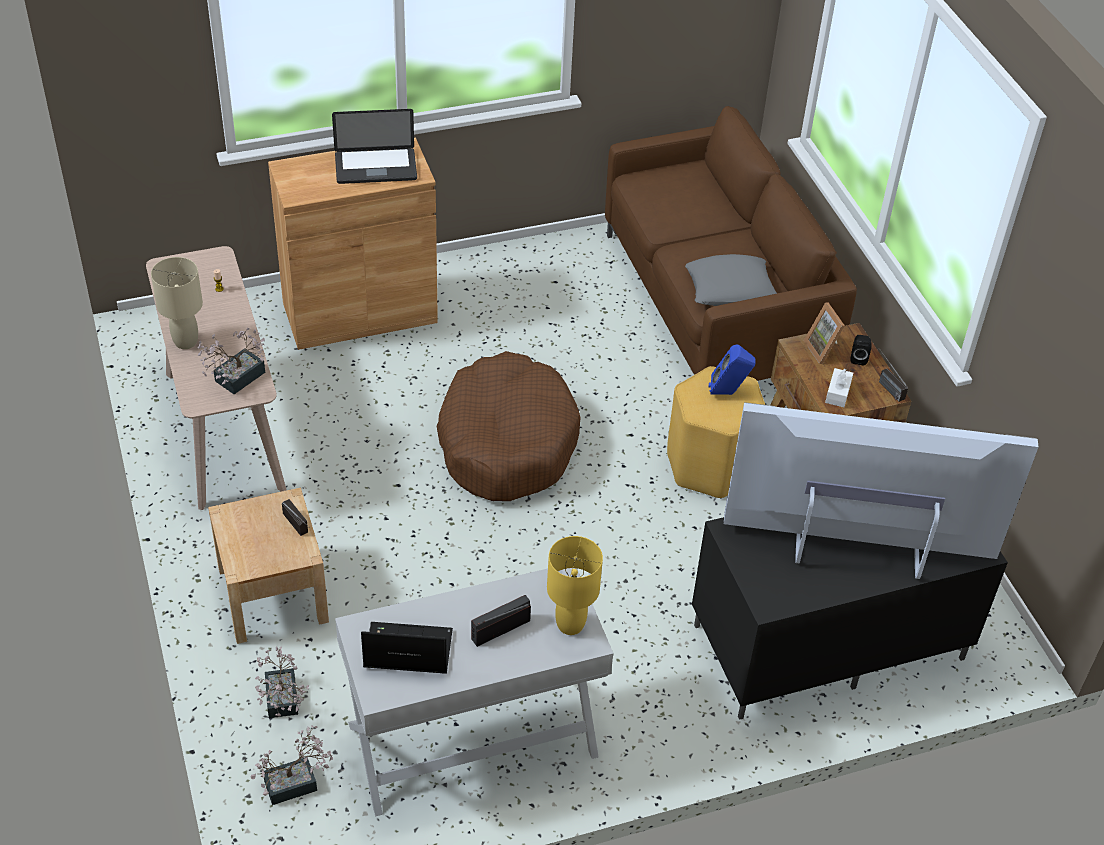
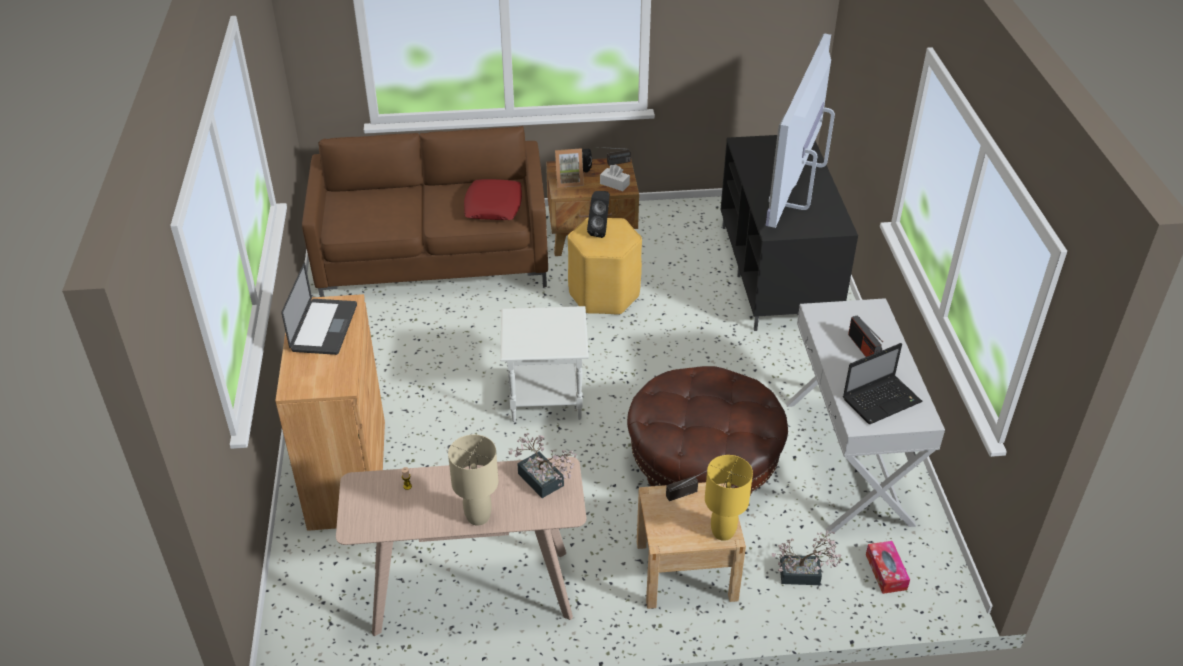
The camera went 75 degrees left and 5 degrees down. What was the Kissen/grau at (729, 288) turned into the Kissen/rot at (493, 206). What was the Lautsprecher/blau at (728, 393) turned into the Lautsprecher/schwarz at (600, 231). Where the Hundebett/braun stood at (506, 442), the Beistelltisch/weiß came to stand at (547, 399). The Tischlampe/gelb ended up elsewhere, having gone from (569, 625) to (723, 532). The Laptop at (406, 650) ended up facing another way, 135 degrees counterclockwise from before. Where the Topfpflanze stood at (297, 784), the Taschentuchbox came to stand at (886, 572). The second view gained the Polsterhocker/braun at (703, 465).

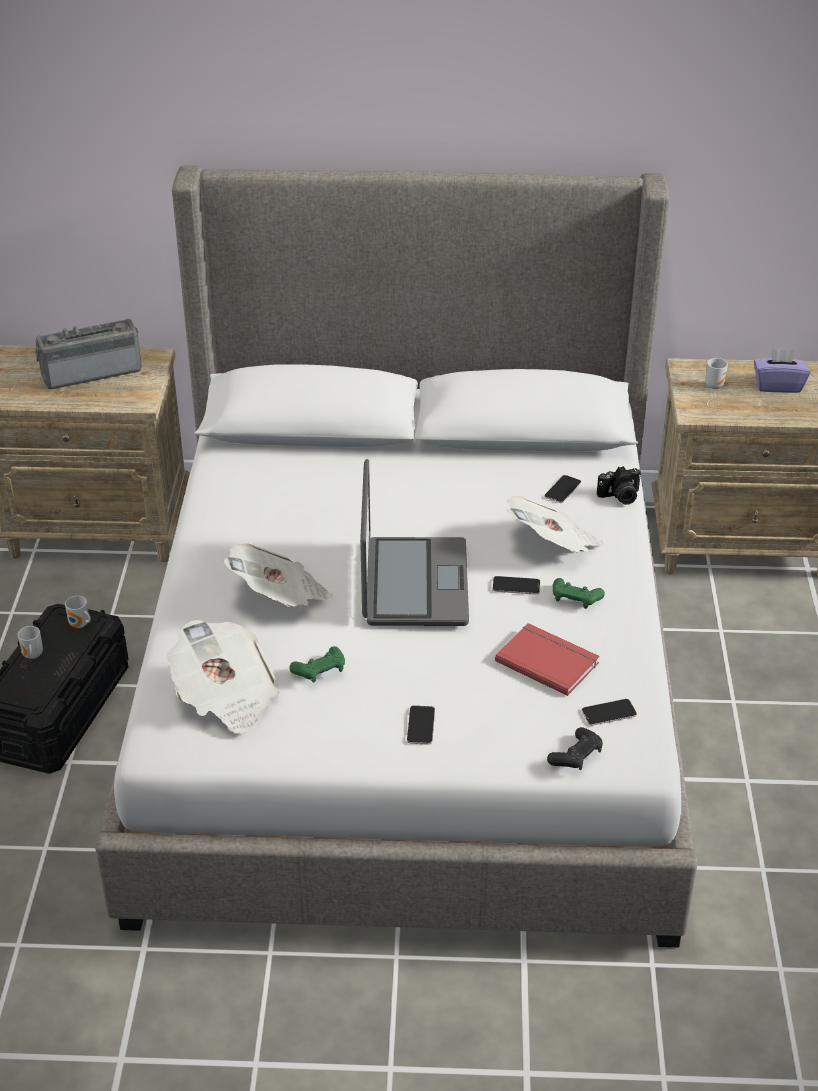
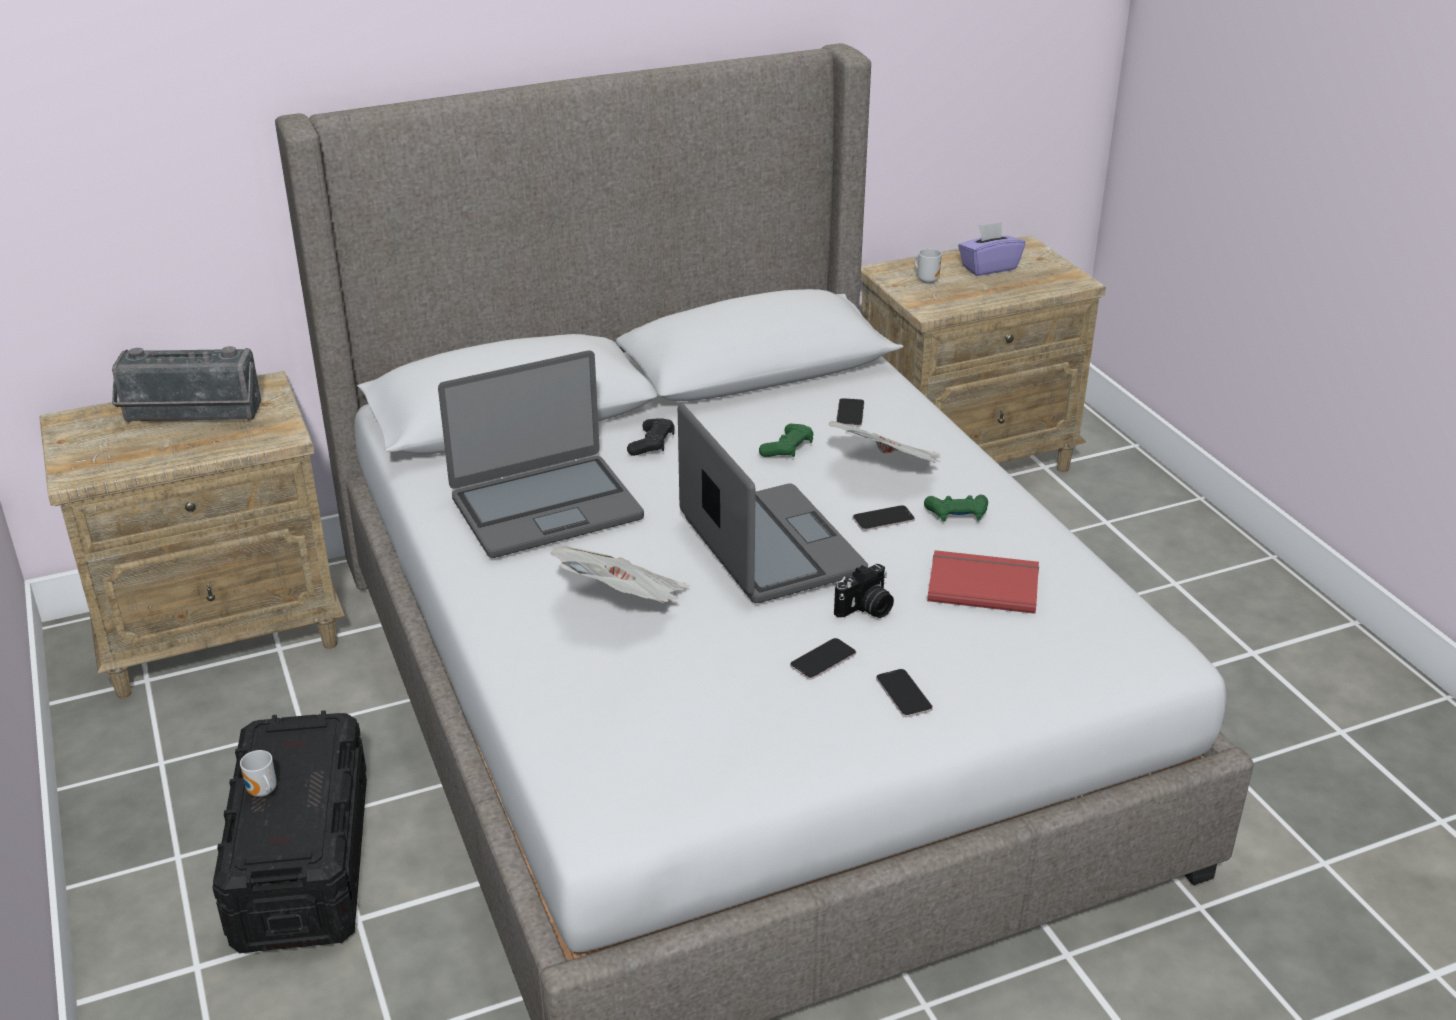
The camera went 25 degrees left and 5 degrees down. The Radio at (91, 371) ended up facing another way, 135 degrees counterclockwise from before. The Kamera ended up elsewhere, having gone from (620, 497) to (866, 609). The second view lost the Henkelbecher at (80, 625). The second view lost the Zeitung at (226, 697). The Gamepad/grün ended up elsewhere, having gone from (320, 670) to (787, 449). The Handy ended up elsewhere, having gone from (609, 713) to (823, 660). The Gamepad/schwarz ended up elsewhere, having gone from (576, 756) to (652, 444). The second view gained the Laptop at (545, 507).

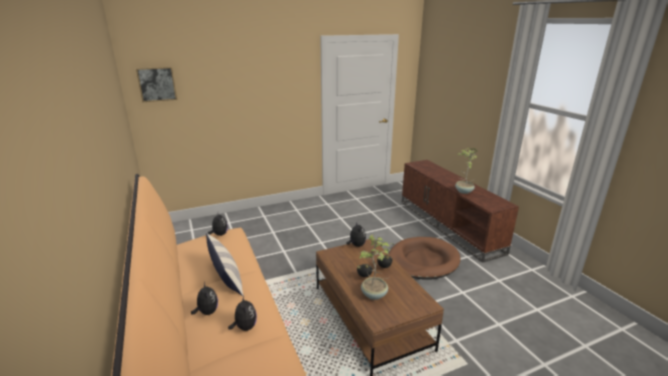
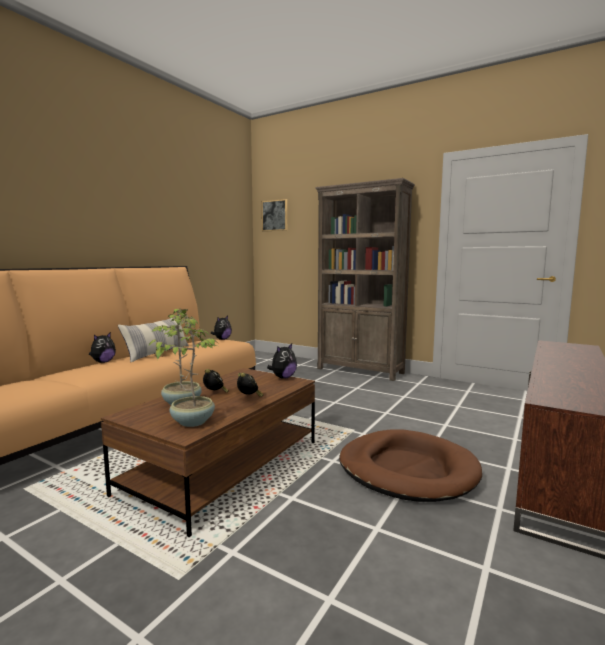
The camera went 55 degrees right and 15 degrees down. The Topfpflanze ended up elsewhere, having gone from (463, 191) to (192, 421). The second view lost the Plüschtier at (245, 327). The second view gained the Bücherregal/braun at (360, 371).

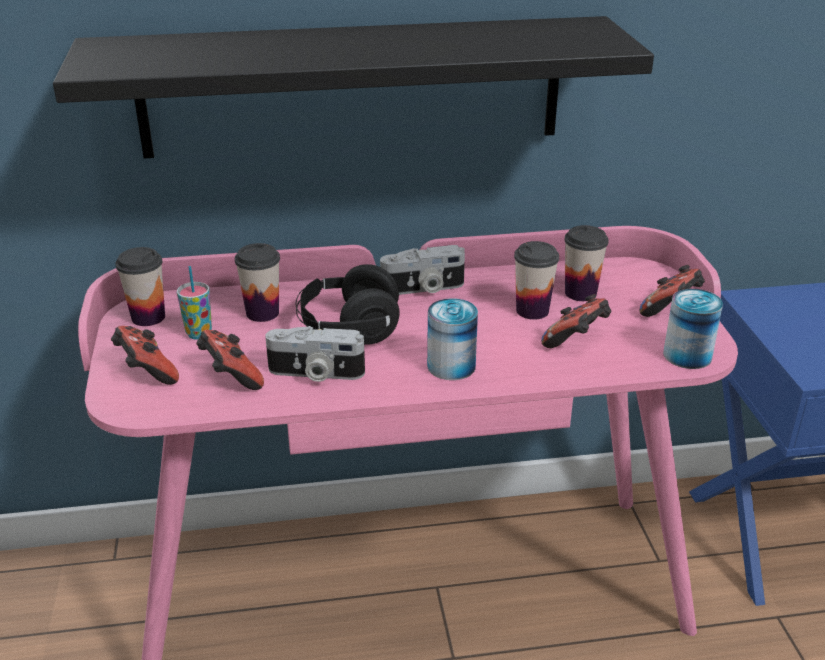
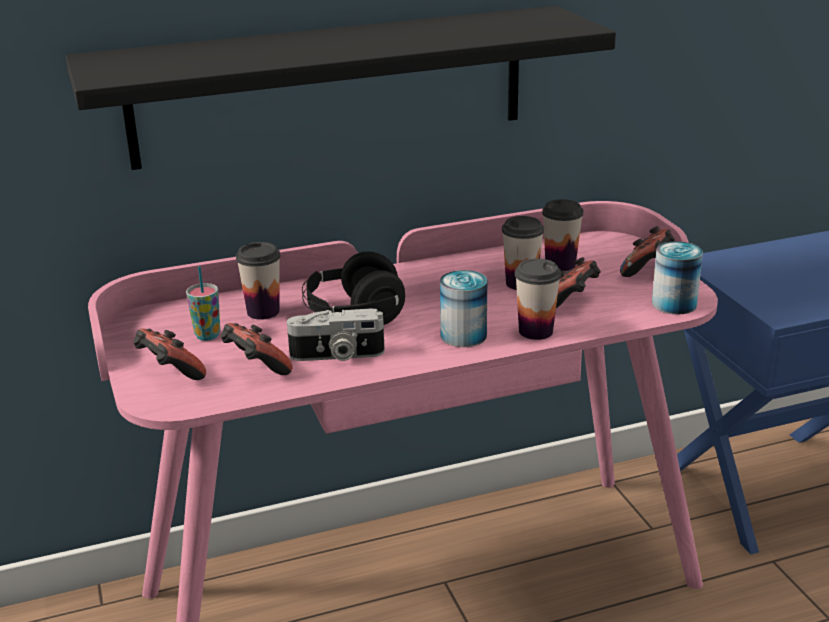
The camera went 10 degrees left and 5 degrees down. The second view lost the Kamera at (423, 289). The Tasse ended up elsewhere, having gone from (148, 317) to (535, 331).

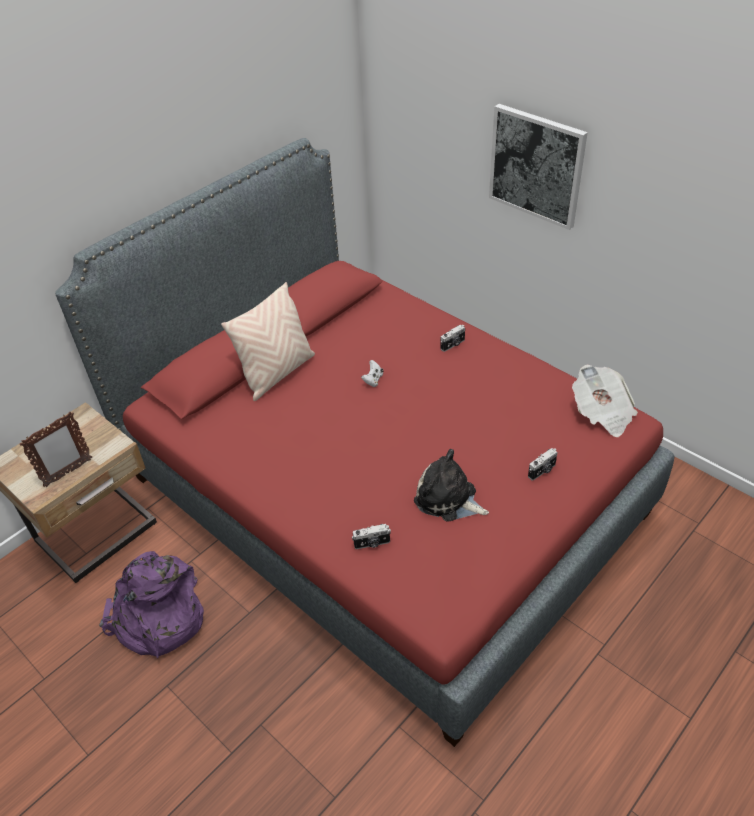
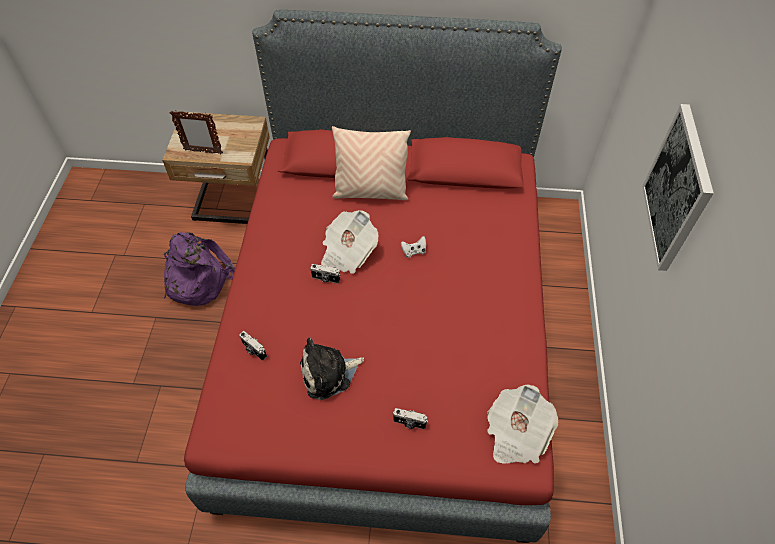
The camera went 50 degrees right and 10 degrees up. The Kamera ended up elsewhere, having gone from (453, 345) to (325, 279). The Plüschtier at (448, 499) ended up facing another way, 105 degrees counterclockwise from before. The second view gained the Zeitung at (348, 252).

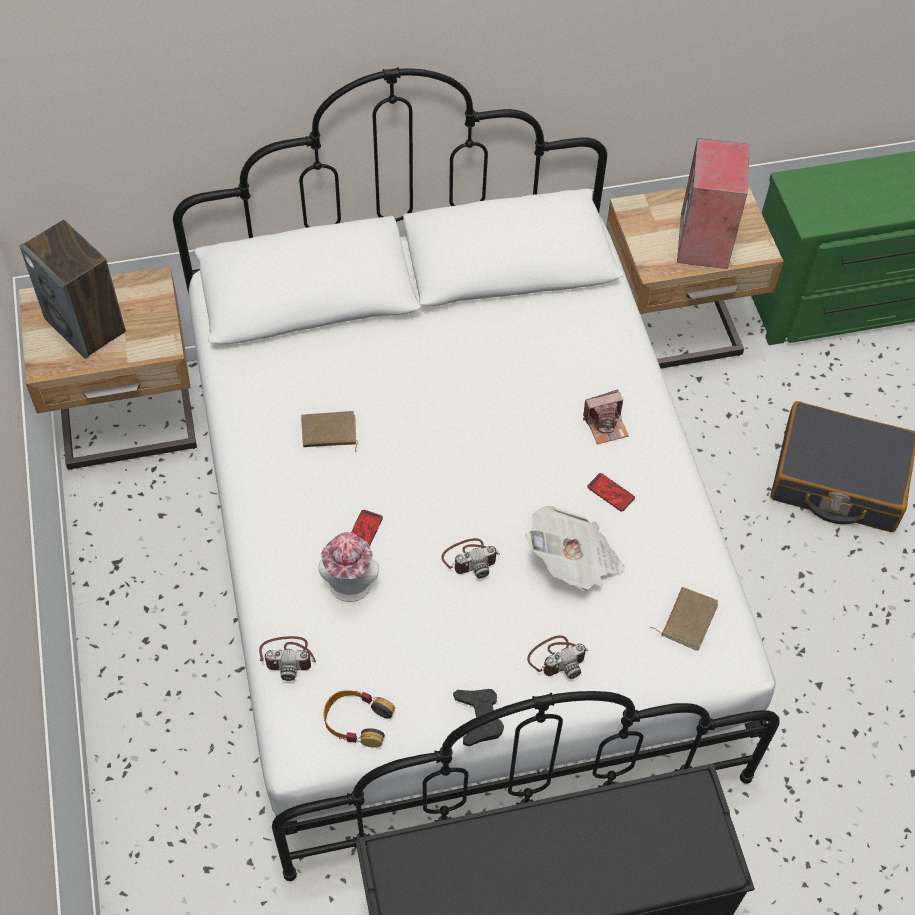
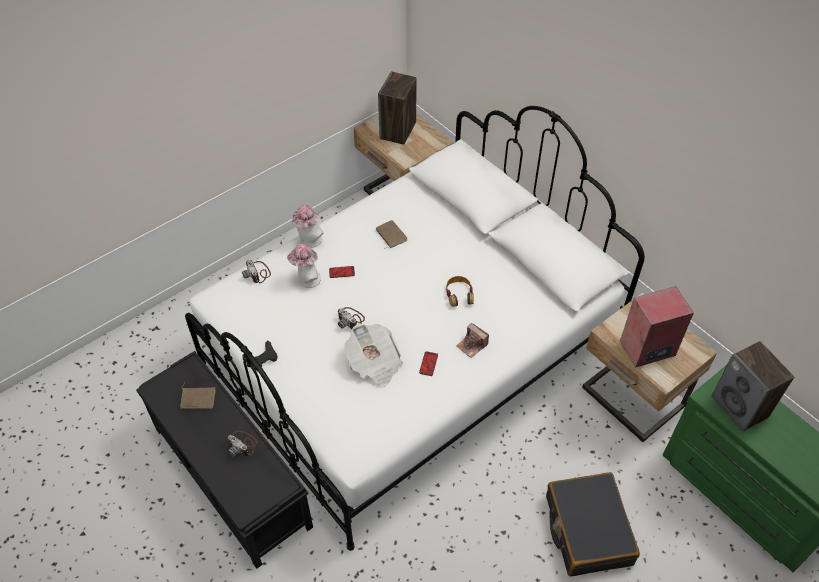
The camera went 65 degrees right and 5 degrees down. The Buch/braun ended up elsewhere, having gone from (687, 619) to (198, 398). The Kamera ended up elsewhere, having gone from (557, 658) to (242, 444). The Kopfhörer ended up elsewhere, having gone from (357, 721) to (459, 294). The second view gained the Hut at (309, 241). The second view gained the Lautsprecher at (740, 407).

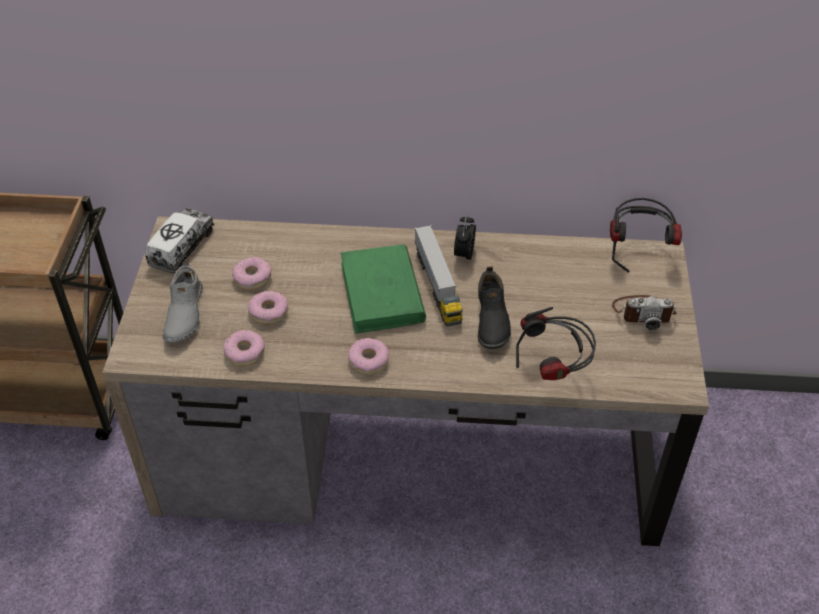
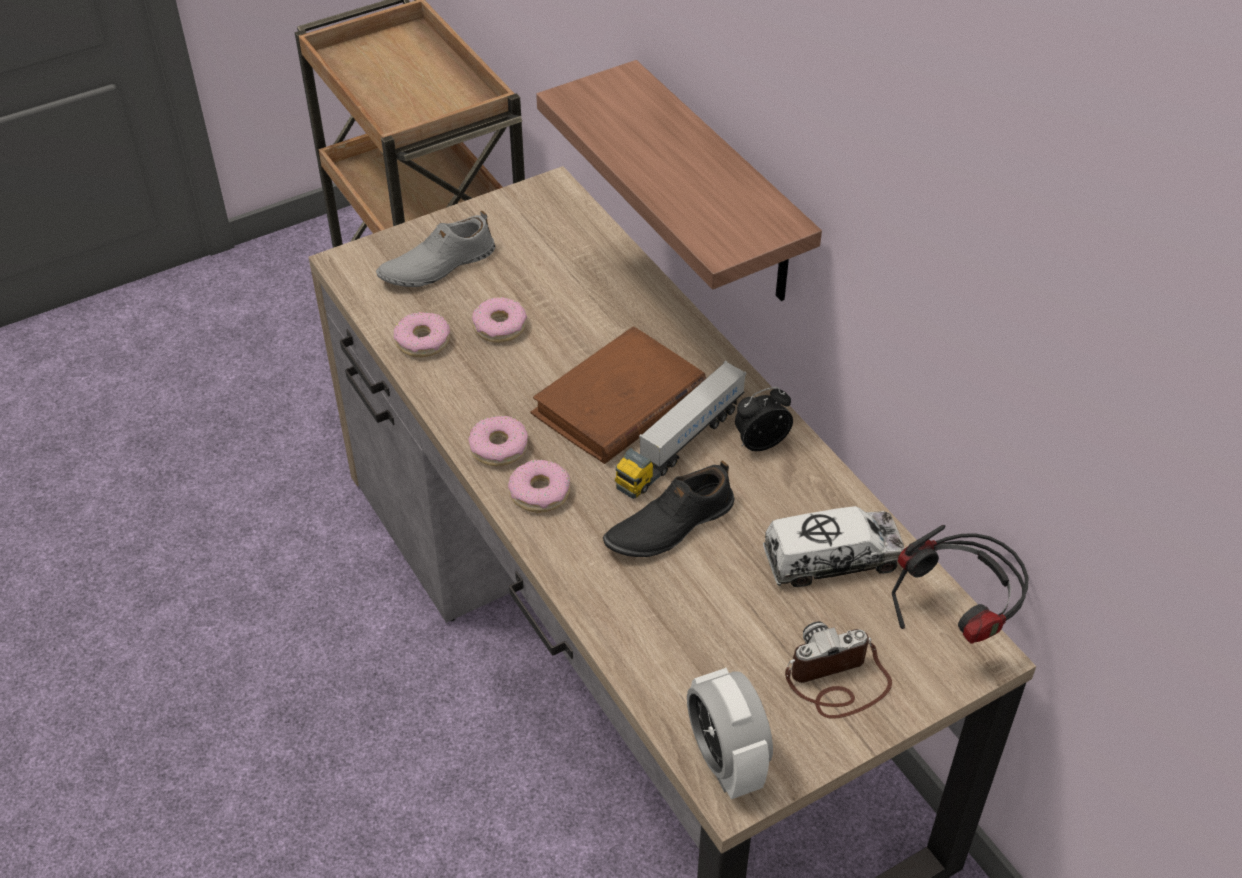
The camera went 55 degrees right and 0 degrees up. The Spielzeuglaster ended up elsewhere, having gone from (182, 248) to (832, 560). What was the Buch/grün at (382, 293) turned into the Buch/braun at (619, 402). The Donut ended up elsewhere, having gone from (252, 278) to (539, 493). The Kamera at (643, 312) ended up facing another way, 105 degrees clockwise from before. The second view lost the Kopfhörer at (554, 372). The second view gained the Wandregal at (720, 187). The second view gained the Wecker at (725, 761).

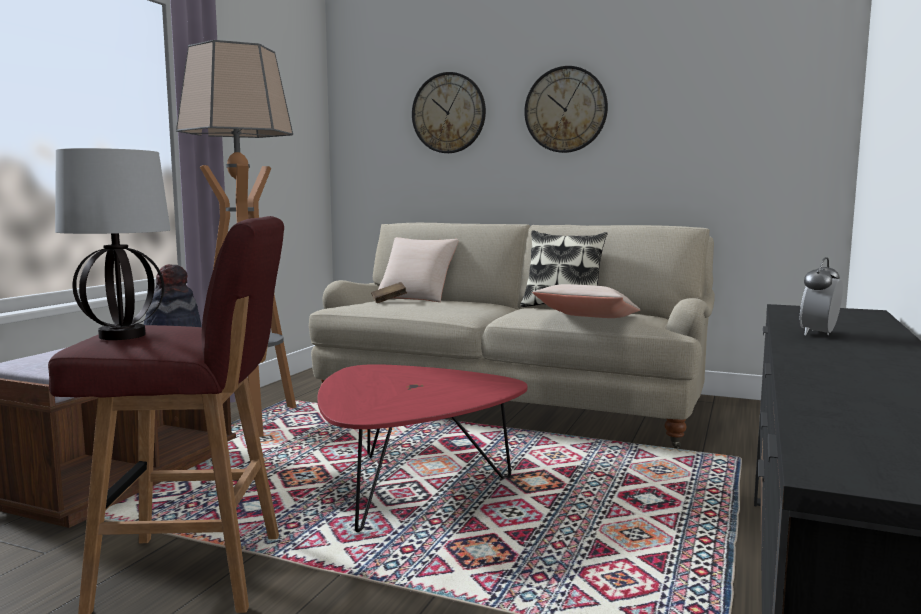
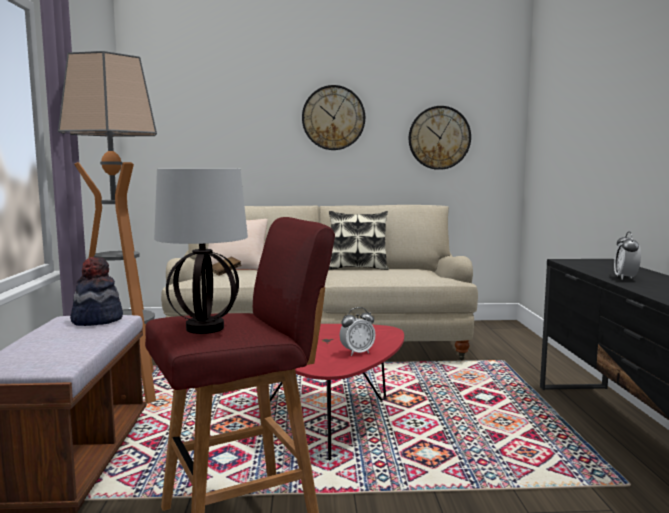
The camera went 25 degrees left and 0 degrees up. The Wanduhr ended up elsewhere, having gone from (448, 113) to (439, 138). The second view lost the Kissen/beige at (587, 319). The second view gained the Wecker at (357, 352).

